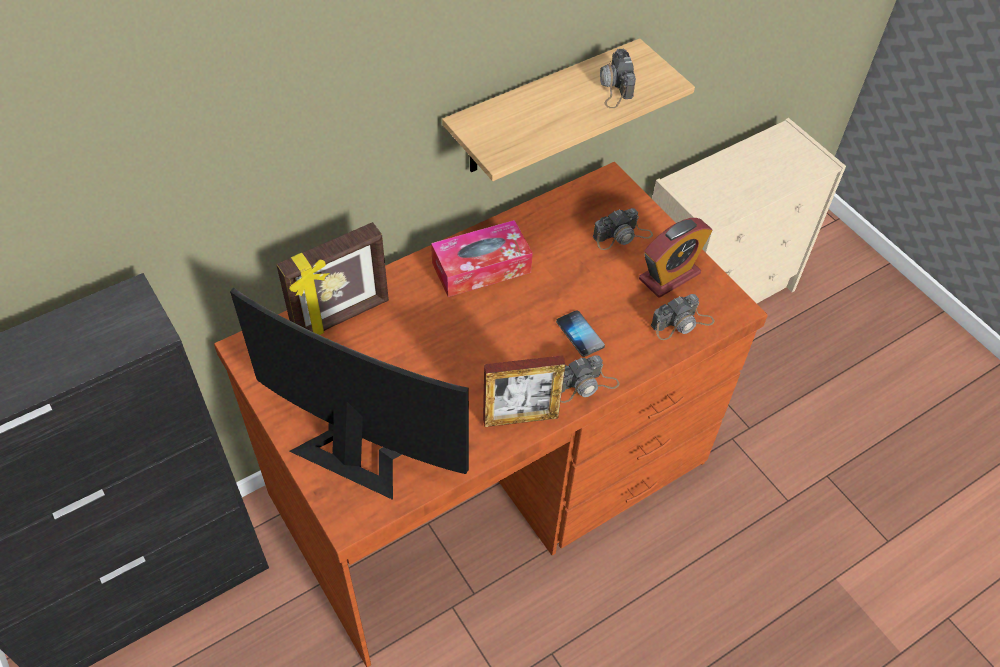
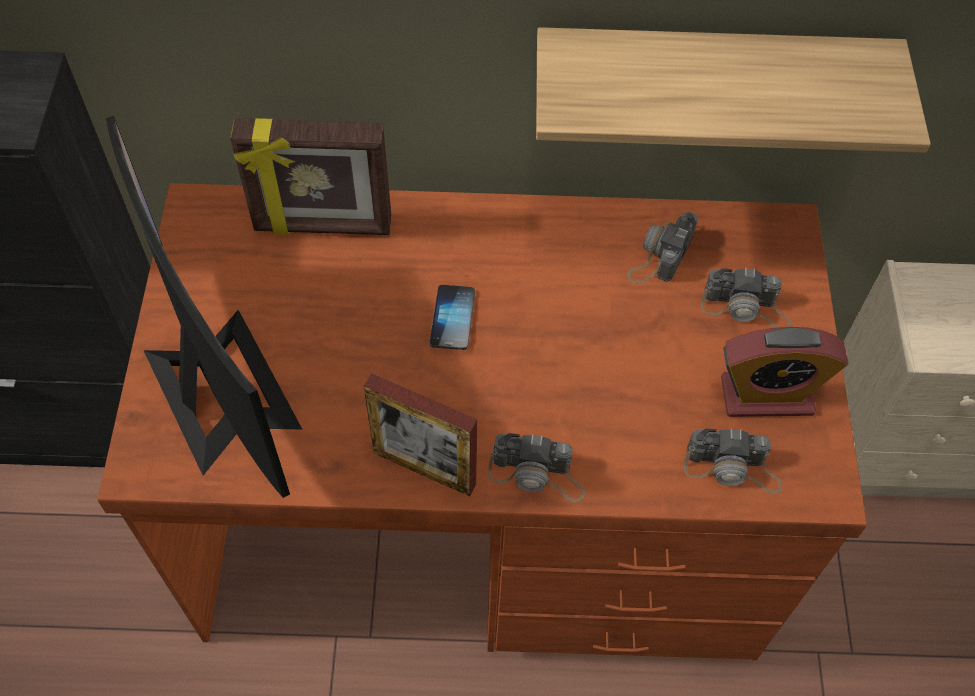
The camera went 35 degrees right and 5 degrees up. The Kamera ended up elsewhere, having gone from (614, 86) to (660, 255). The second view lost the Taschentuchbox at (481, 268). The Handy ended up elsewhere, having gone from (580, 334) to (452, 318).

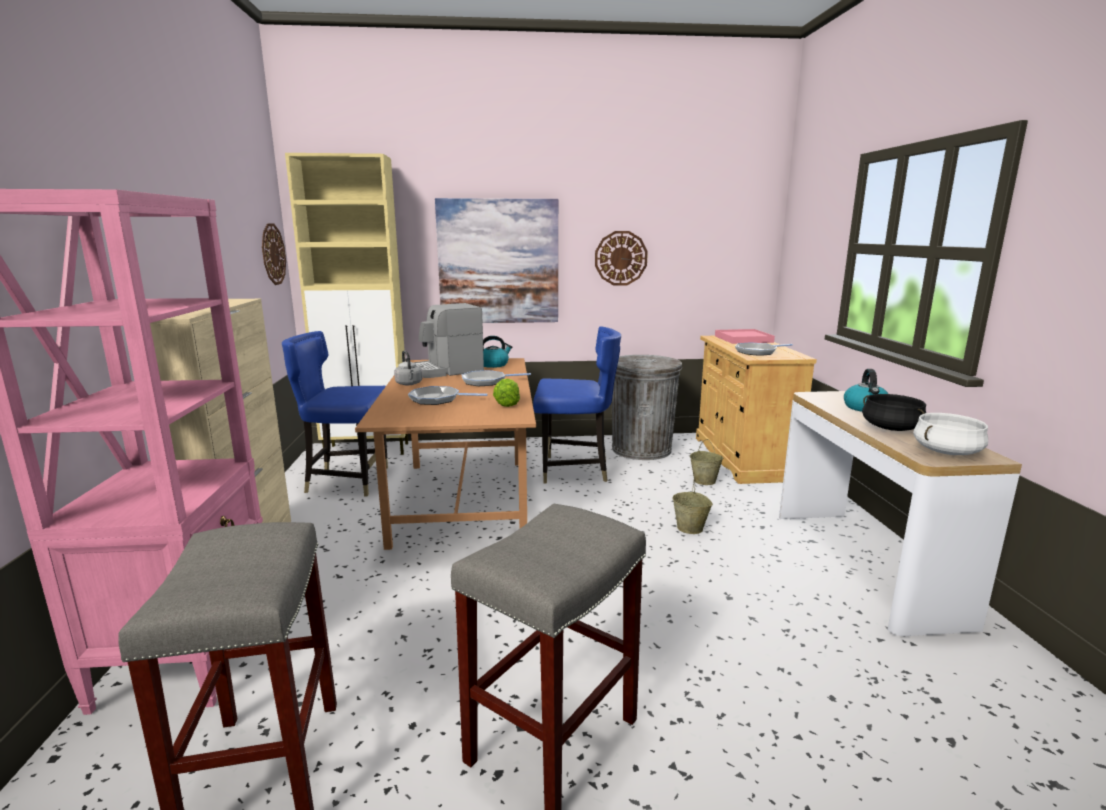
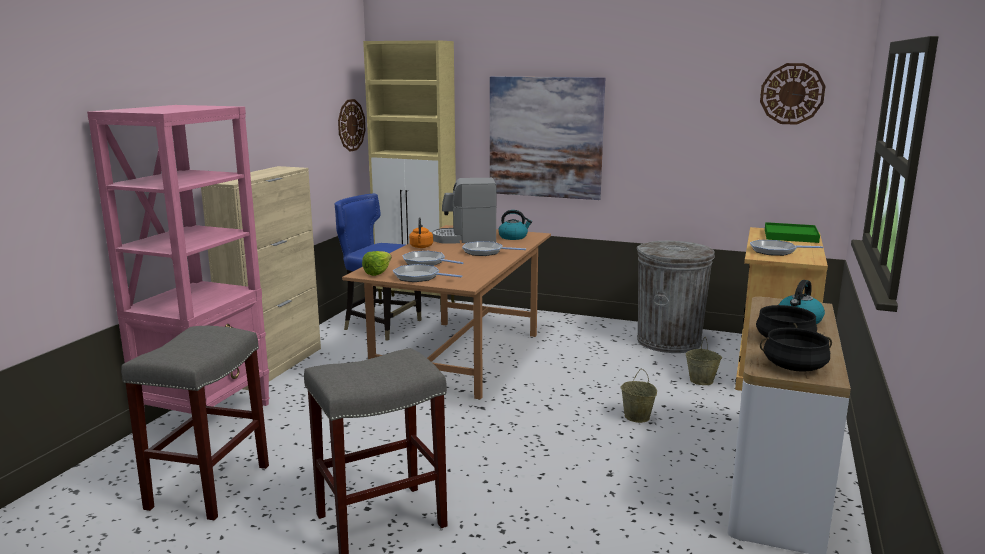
The camera went 25 degrees right and 0 degrees up. The Wanduhr ended up elsewhere, having gone from (621, 258) to (792, 93). The second view lost the Stuhl/blau at (574, 470). What was the Tablett/rosa at (743, 339) turned into the Tablett/grün at (791, 235). What was the Wasserkessel/grau at (409, 384) turned into the Wasserkessel/orange at (421, 247). The Salatkopf ended up elsewhere, having gone from (508, 402) to (380, 272). What was the Kochtopf/weiß at (946, 451) turned into the Kochtopf/schwarz at (794, 367). The second view gained the Pfanne at (419, 277).

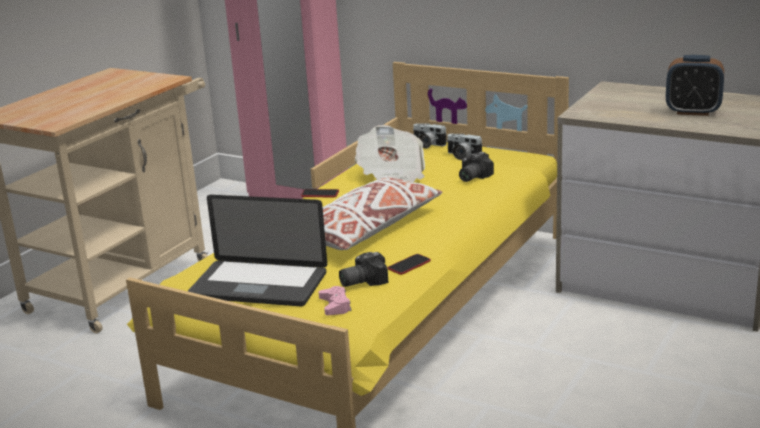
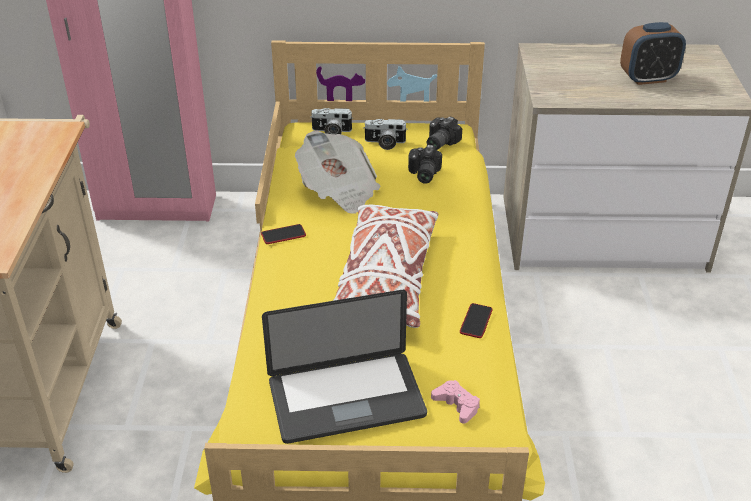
The camera went 30 degrees left and 15 degrees up. The Kamera ended up elsewhere, having gone from (361, 281) to (438, 143).

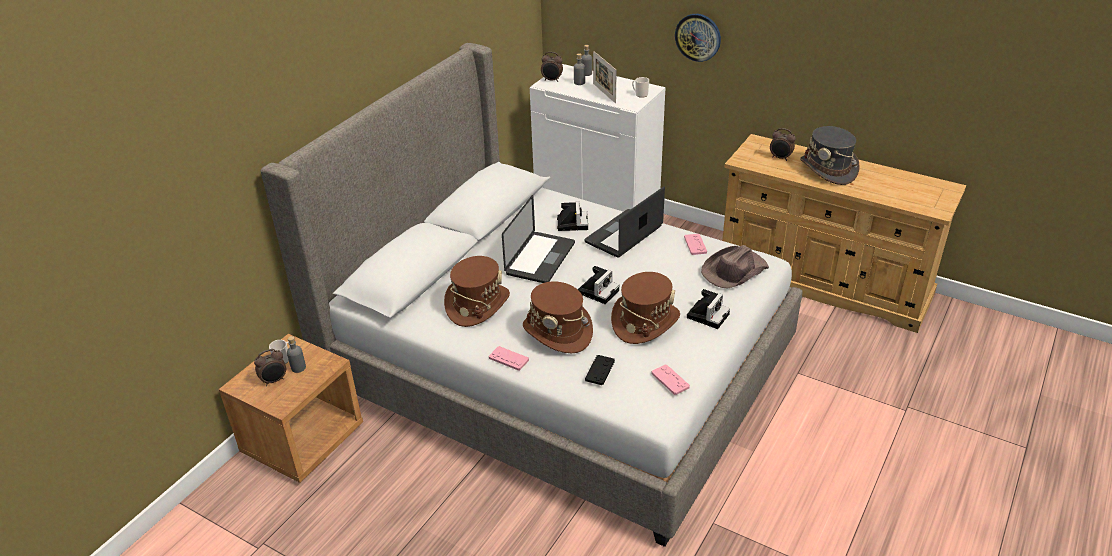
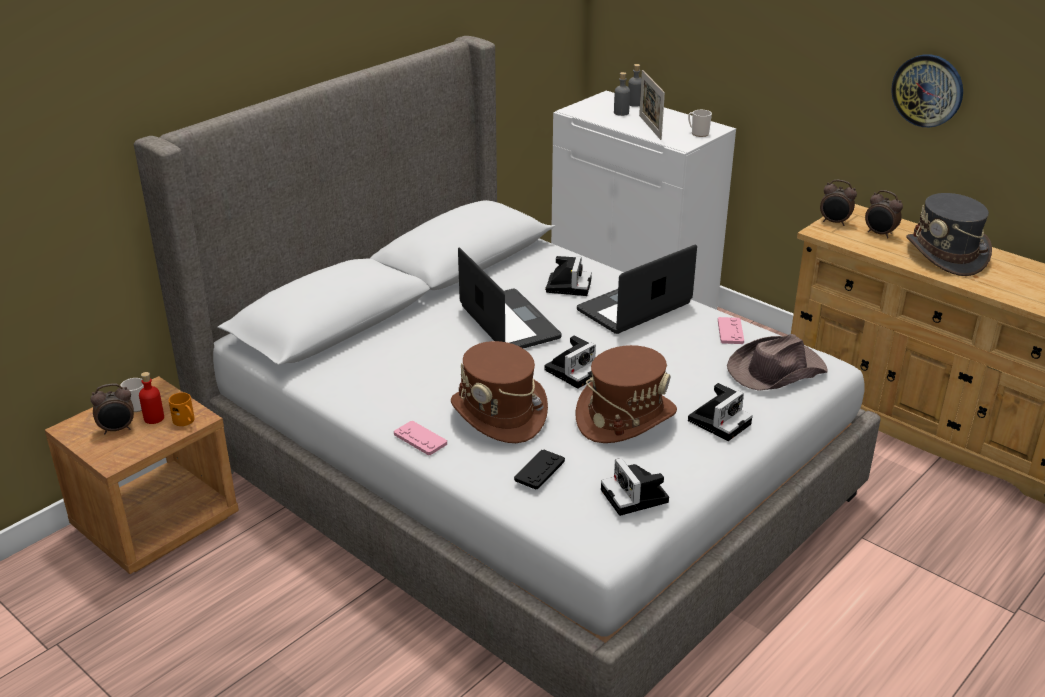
The camera went 10 degrees right and 5 degrees down. The Wanduhr ended up elsewhere, having gone from (698, 37) to (927, 90). The Wecker ended up elsewhere, having gone from (552, 80) to (834, 222). The Laptop at (540, 259) ended up facing another way, 60 degrees counterclockwise from before. The second view lost the Hut/braun at (477, 304). What was the Flasche/grau at (298, 367) turned into the Flasche/rot at (154, 418). Where the Gamepad/rosa stood at (670, 380), the Kamera came to stand at (636, 497). The second view gained the Henkelbecher/orange at (186, 421).

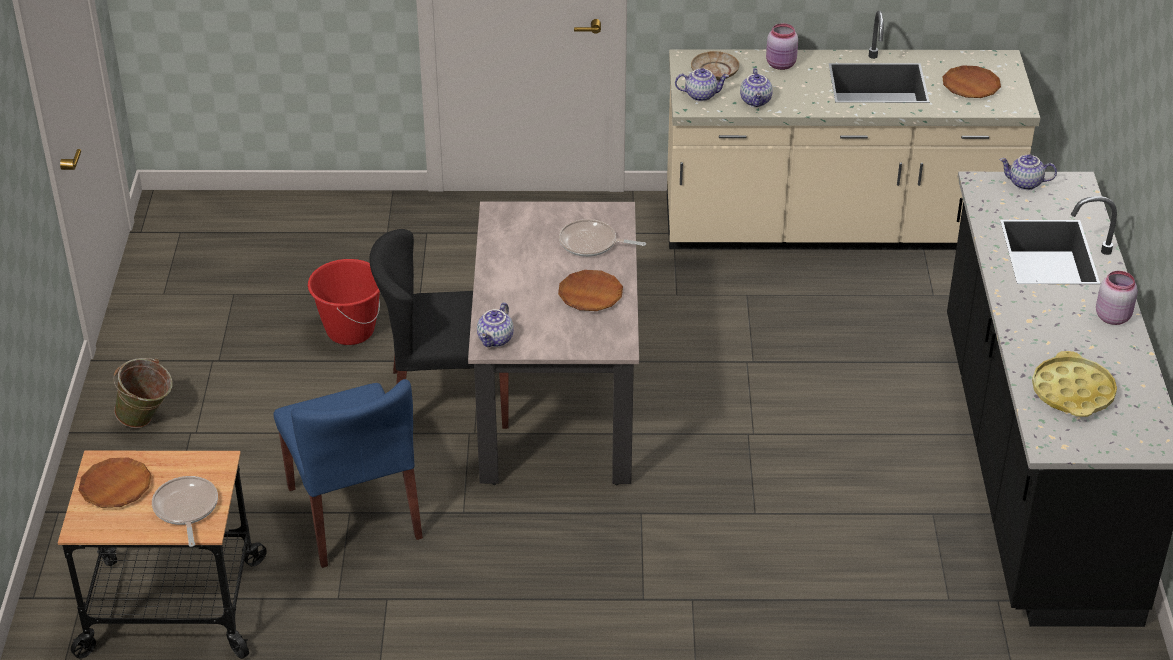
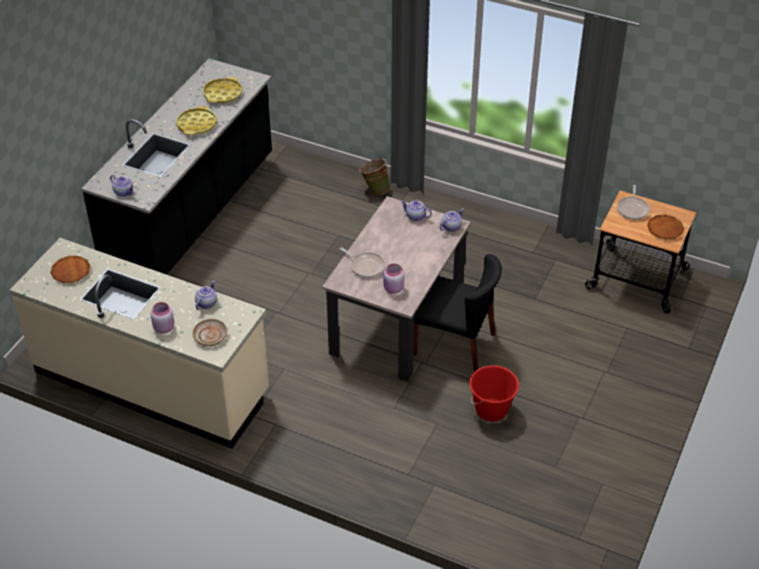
The camera went 155 degrees left and 5 degrees up. The Teekanne ended up elsewhere, having gone from (701, 95) to (415, 217). The second view lost the Teller/braun at (590, 295). The Vorratsglas/rosa ended up elsewhere, having gone from (1112, 316) to (393, 289). The Eimer/grün ended up elsewhere, having gone from (147, 421) to (375, 189). The second view lost the Stuhl/blau at (354, 513). The second view gained the Tablett/gelb at (197, 125).

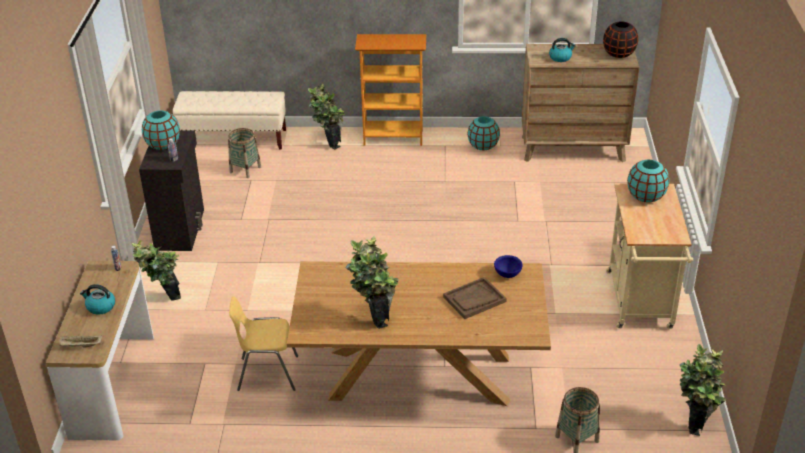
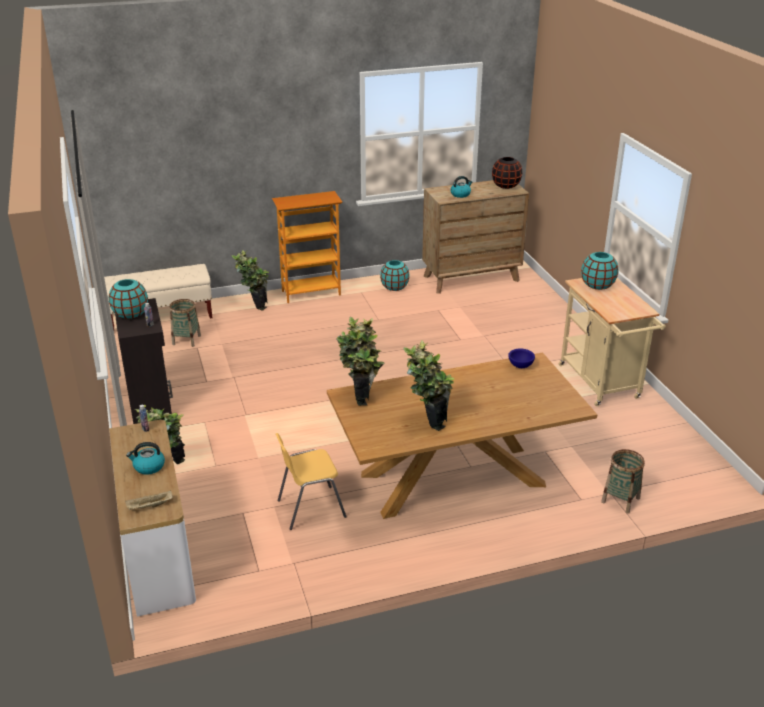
The camera went 20 degrees left and 5 degrees down. The second view lost the Tablett/braun at (474, 299). The Topfpflanze ended up elsewhere, having gone from (695, 421) to (361, 395).

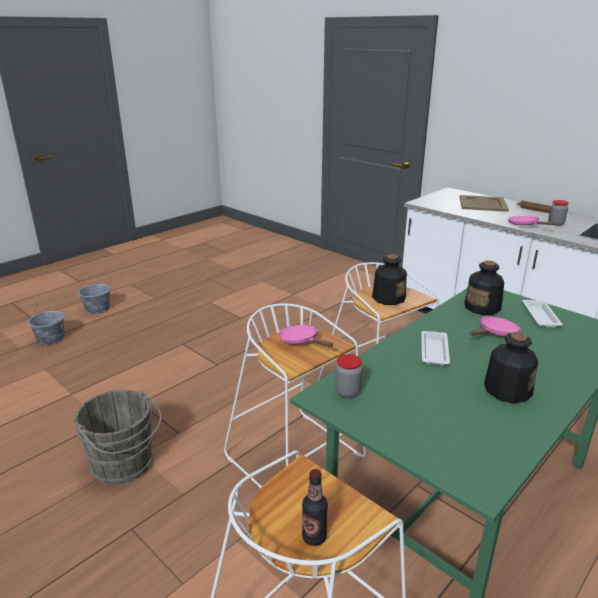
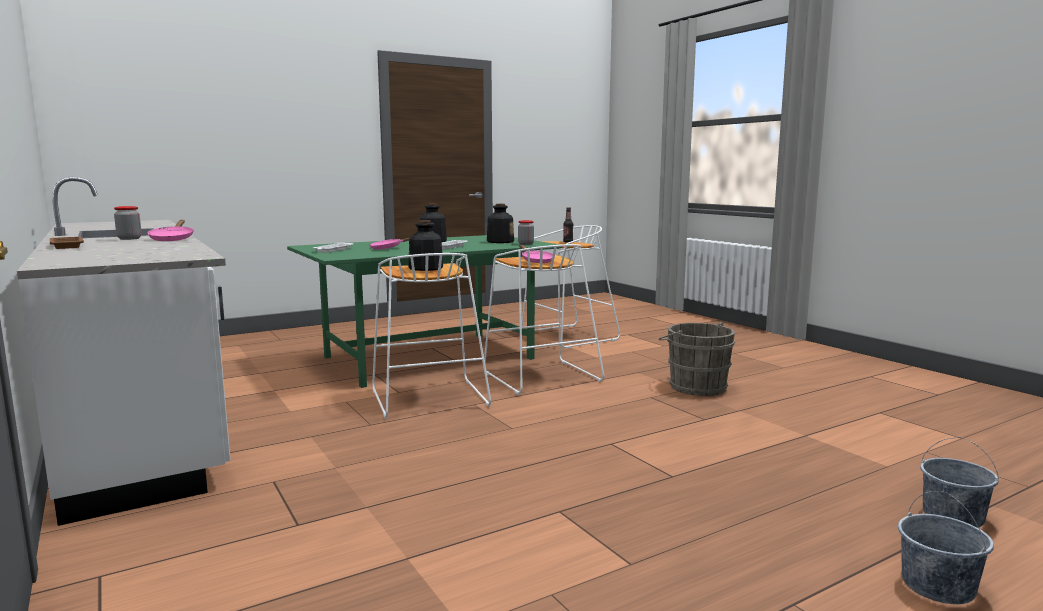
The camera went 165 degrees left and 15 degrees down. The second view lost the Tablett/beige at (482, 204). The Flasche ended up elsewhere, having gone from (482, 307) to (500, 241).

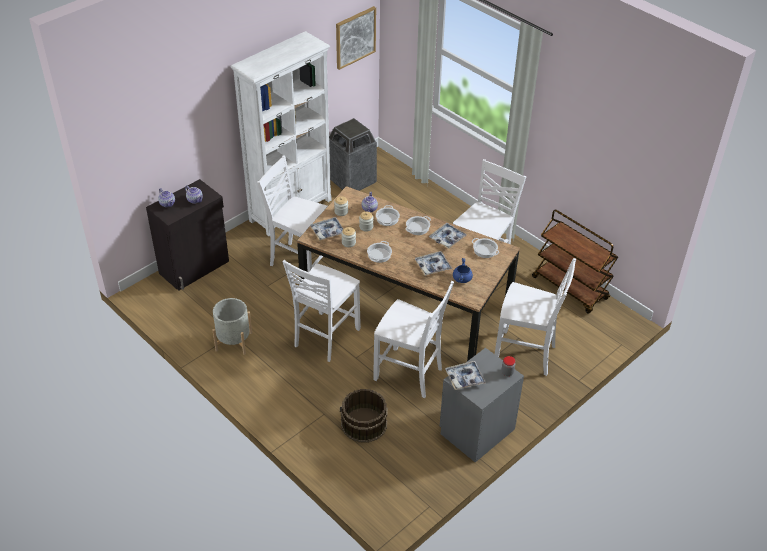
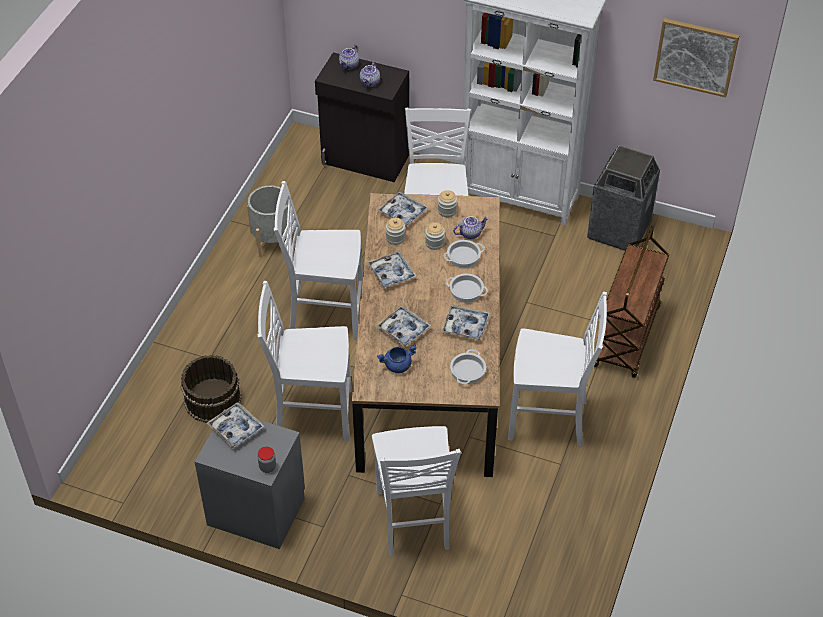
The camera went 65 degrees right and 5 degrees up. The Rollwagen/braun ended up elsewhere, having gone from (570, 288) to (627, 337). Where the Kochtopf stood at (379, 255), the Tablett came to stand at (391, 273). The Stuhl/weiß at (409, 374) ended up facing another way, 90 degrees clockwise from before.

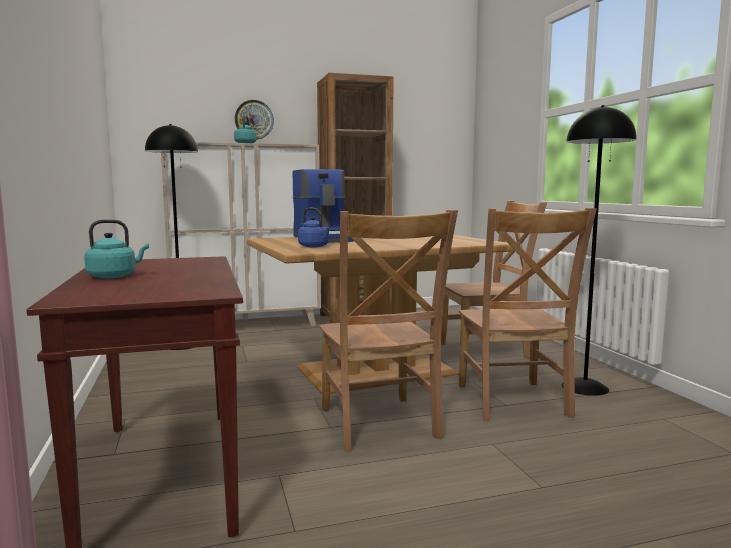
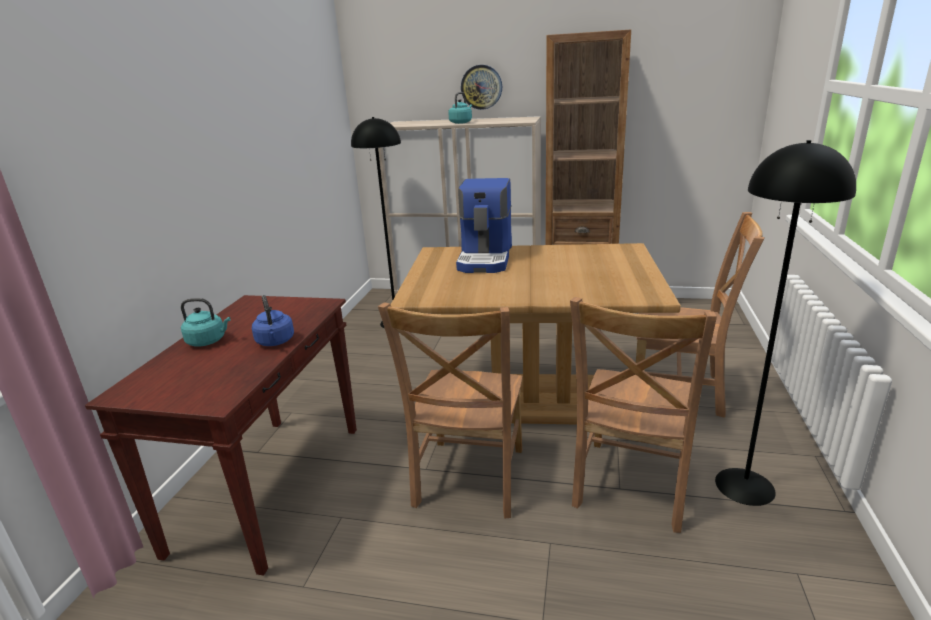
The camera went 30 degrees right and 15 degrees up. The Wasserkessel/blau ended up elsewhere, having gone from (315, 246) to (275, 342).

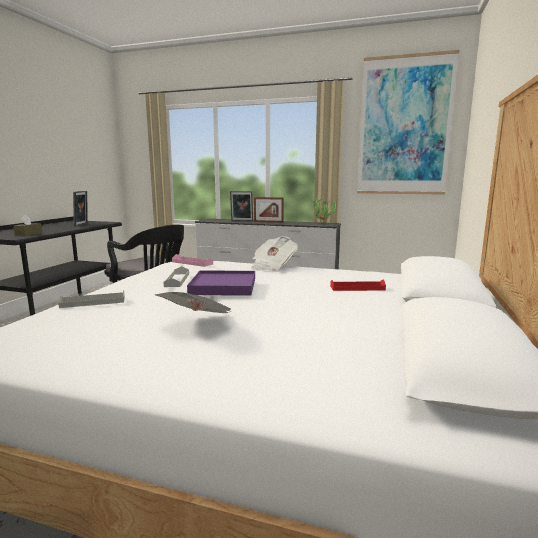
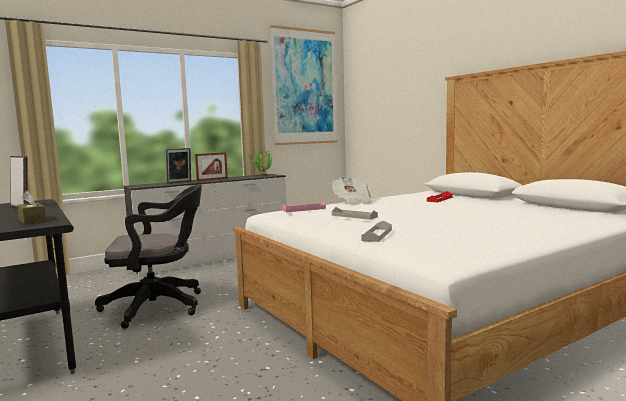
The camera went 50 degrees left and 5 degrees down. The second view lost the Tablett/lila at (223, 286). The second view lost the Zeitung at (199, 323).

